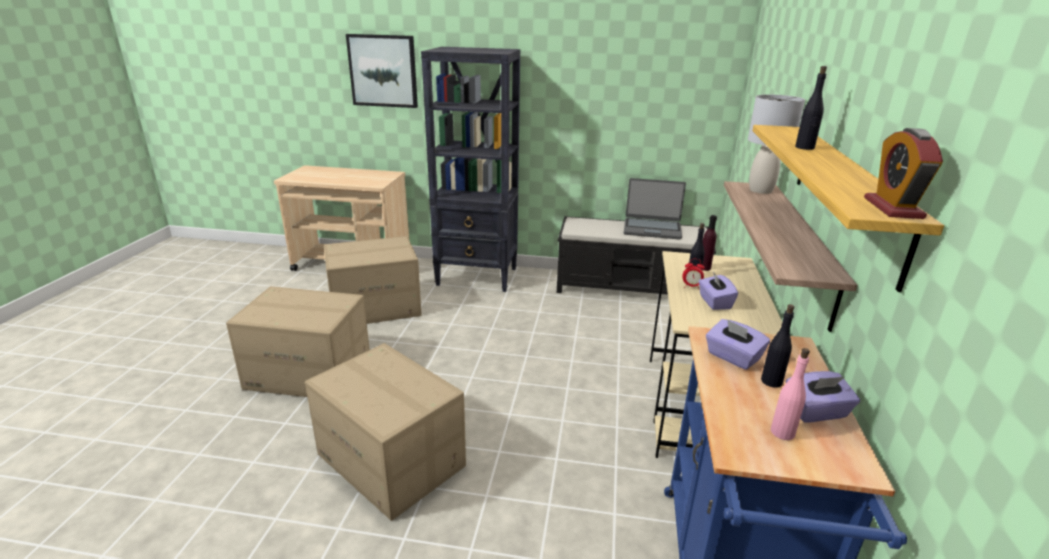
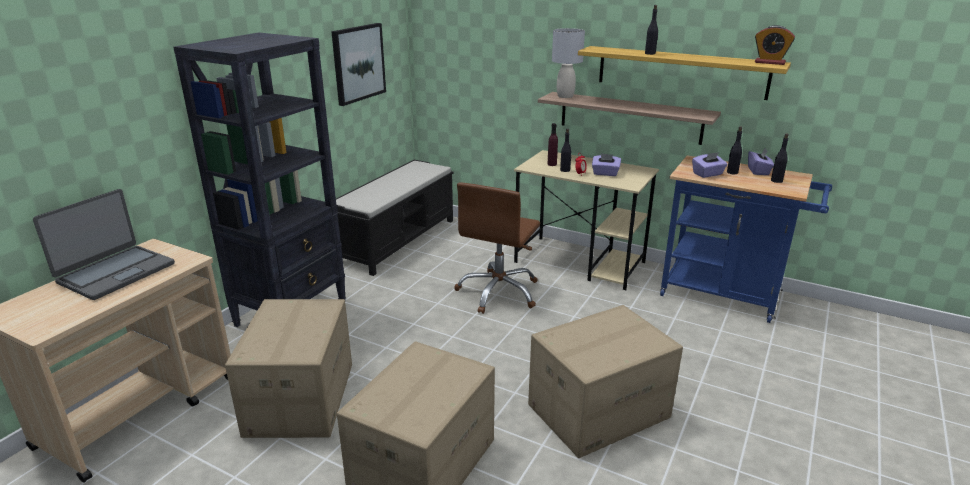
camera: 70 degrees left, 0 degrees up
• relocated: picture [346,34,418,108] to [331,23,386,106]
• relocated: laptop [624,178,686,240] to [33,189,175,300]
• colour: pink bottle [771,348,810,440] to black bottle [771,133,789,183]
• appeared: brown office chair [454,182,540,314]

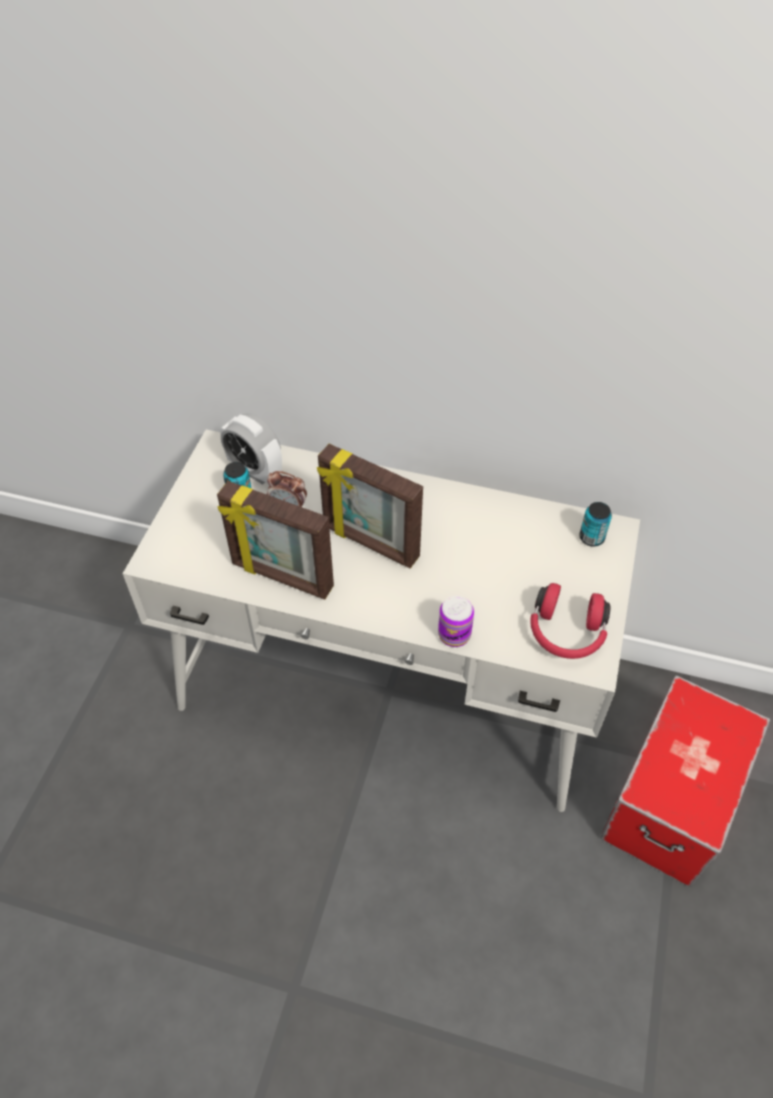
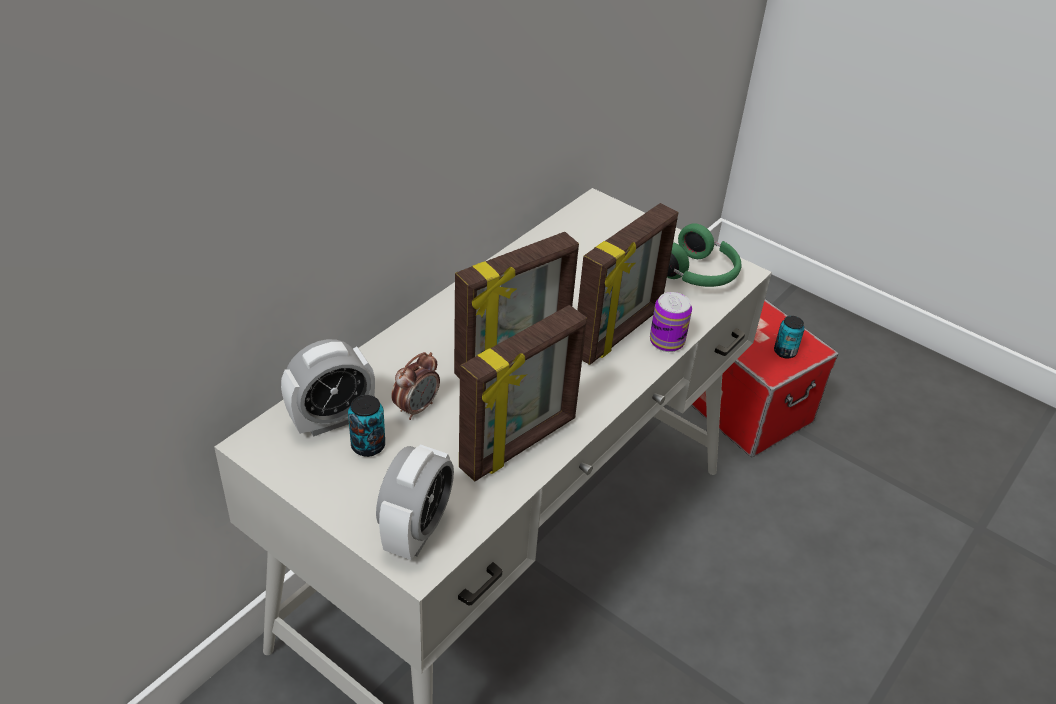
camera: 70 degrees left, 10 degrees down
• colour: red headphones [530,583,610,659] to green headphones [667,223,741,287]
• relocated: can [579,502,612,546] to [774,316,805,359]
• appeared: alarm clock [376,444,454,560]
• appeared: picture frame [577,203,679,365]

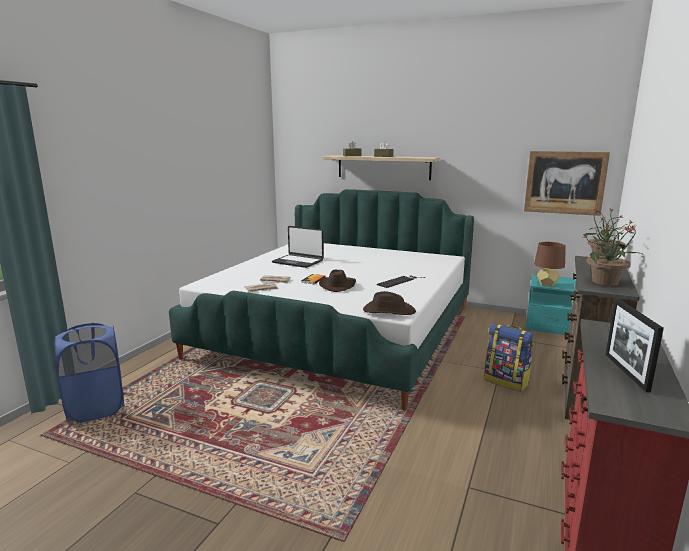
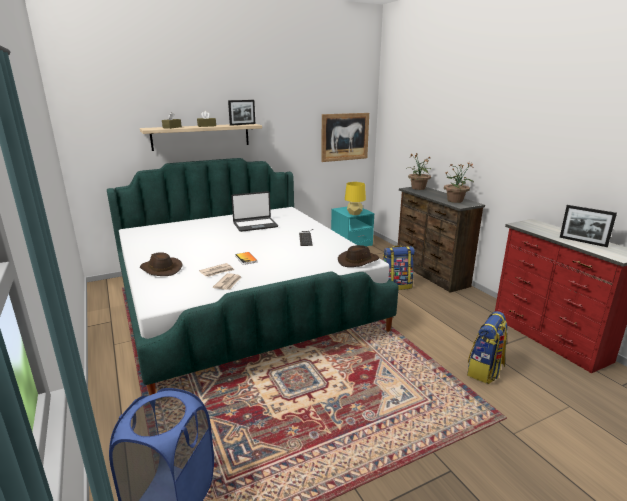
camera: 50 degrees left, 5 degrees up
• relocated: laptop [272,226,324,268] to [231,191,278,232]
• relocated: brown hat [319,270,356,292] to [140,252,183,276]
• colour: brown table lamp [534,242,566,287] to yellow table lamp [345,182,366,215]
• appeared: picture frame [228,100,255,126]
• appeared: backpack [467,311,507,384]

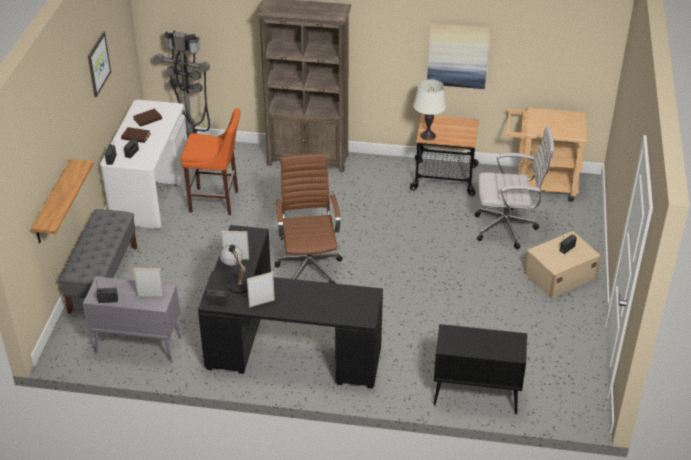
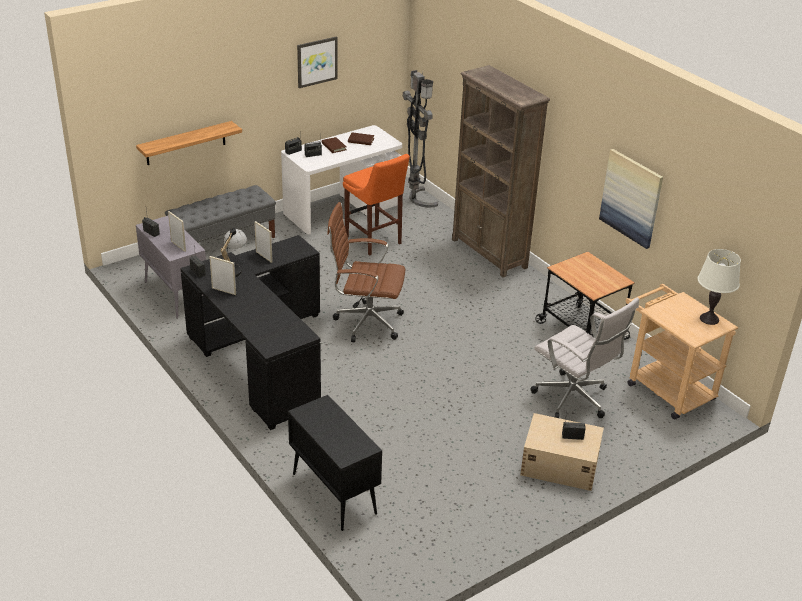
camera: 45 degrees right, 5 degrees down
• spun: brown office chair [274,154,343,284] = [327,202,405,342] 120 degrees counterclockwise
• relocated: white table lamp [414,79,446,140] to [697,249,741,325]

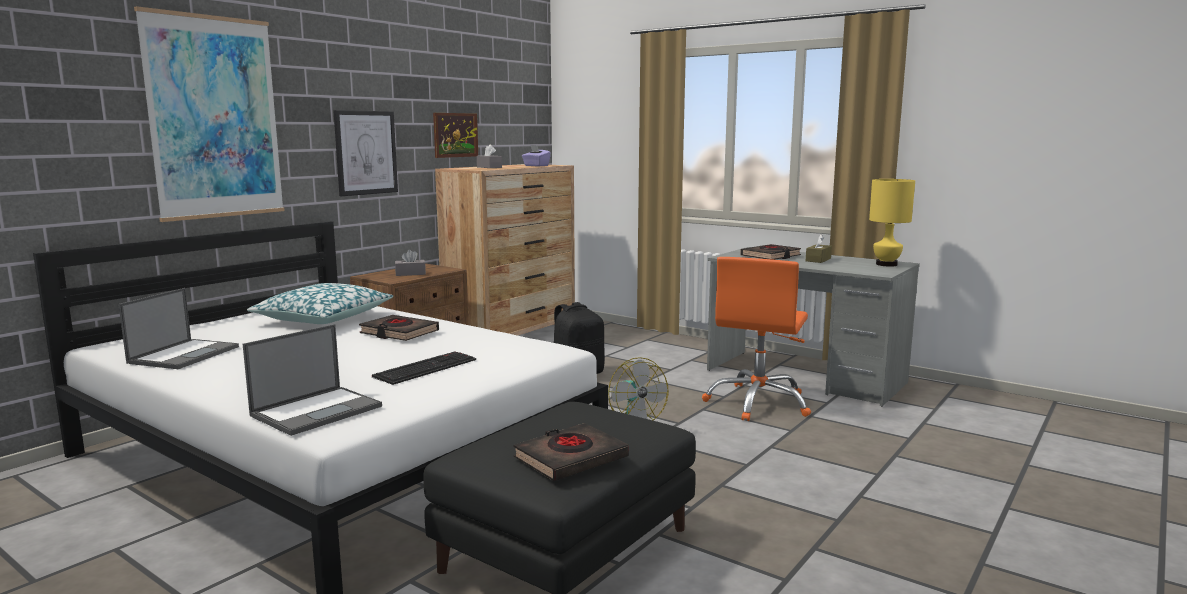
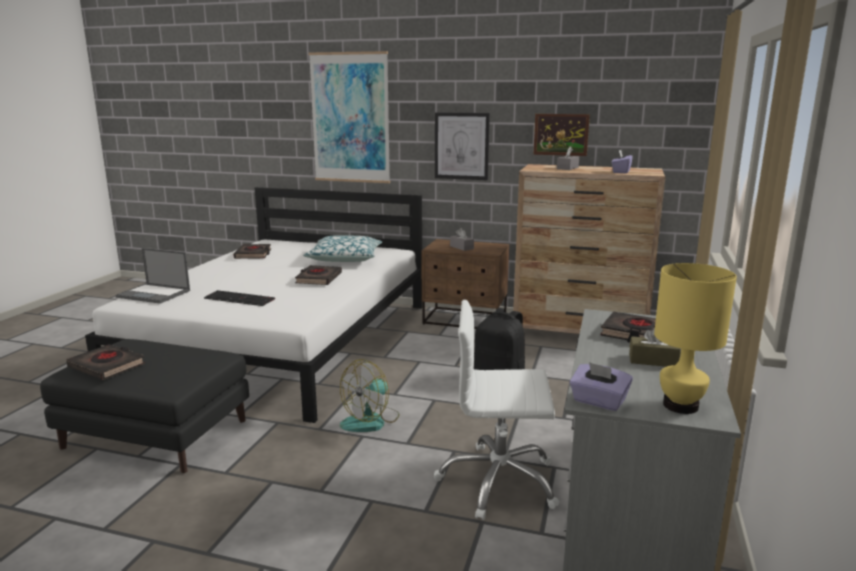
camera: 70 degrees right, 5 degrees up
• exchanged: laptop [118,288,239,369] to black book [233,244,271,259]
• colour: orange office chair [702,257,811,421] to white office chair [434,300,560,520]
• appeared: purple tissue box [570,362,633,411]

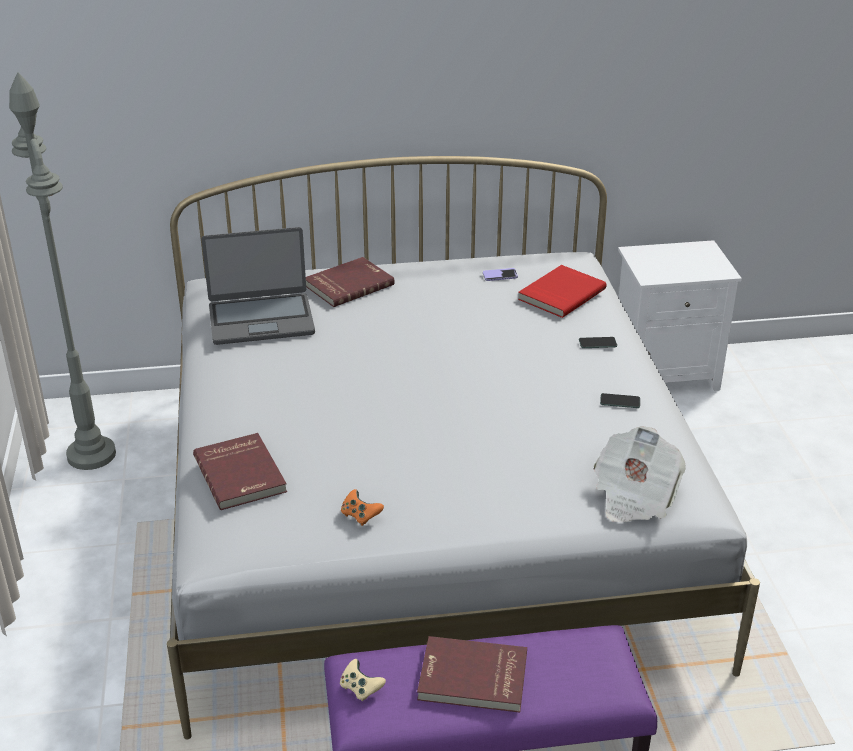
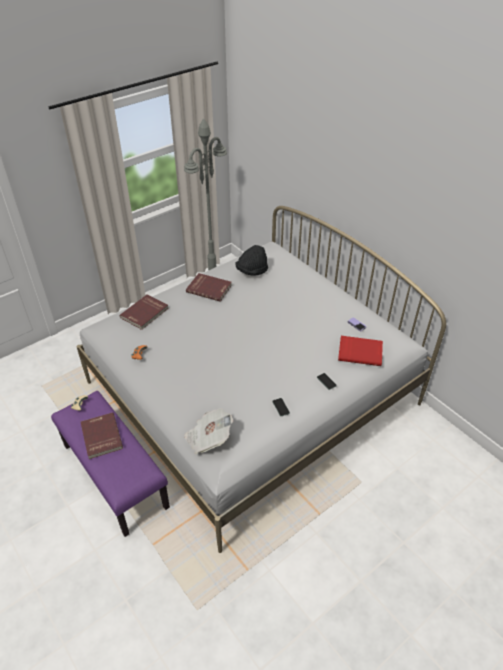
camera: 60 degrees right, 10 degrees up
• exchanged: laptop [201,227,315,345] to black hat [235,245,268,276]
• relocated: red book [306,257,395,307] to [186,273,232,302]
• missing: white nightstand [618,240,742,391]

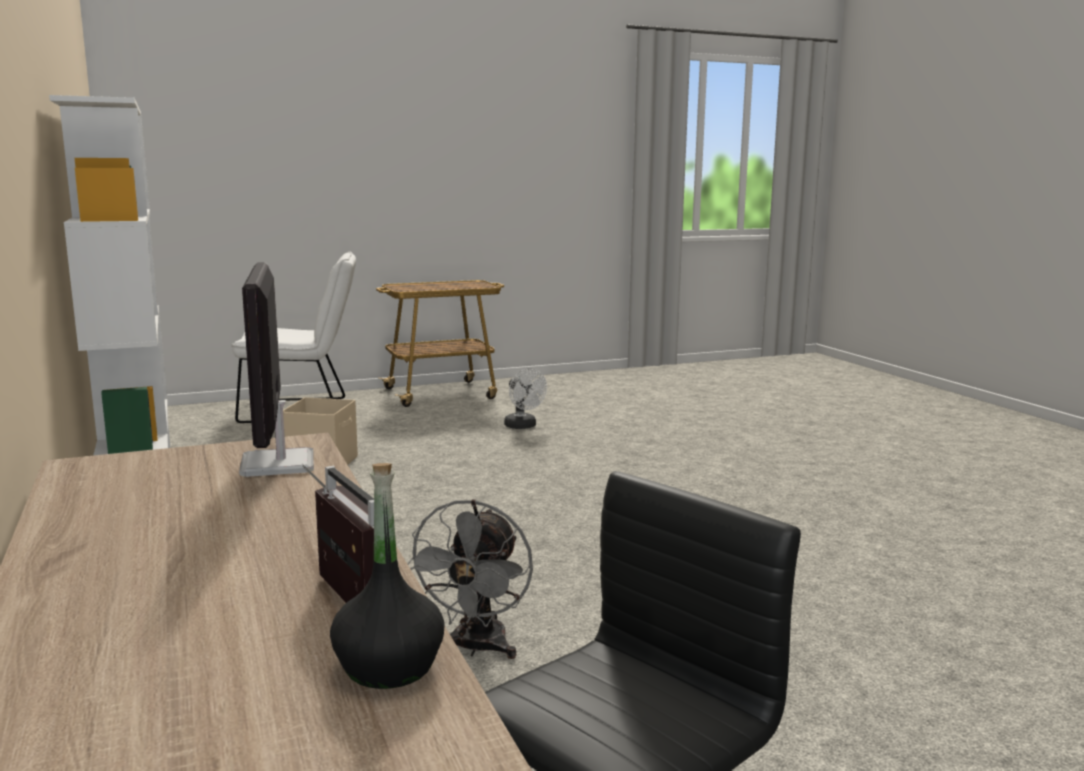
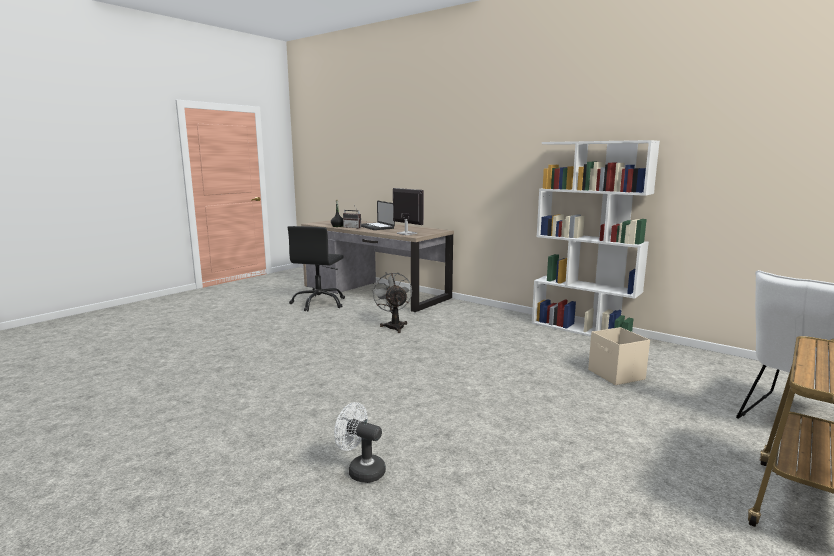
camera: 150 degrees right, 0 degrees up
• relocated: white fan [504,368,547,429] to [334,402,386,483]
• appeared: laptop [361,201,395,230]

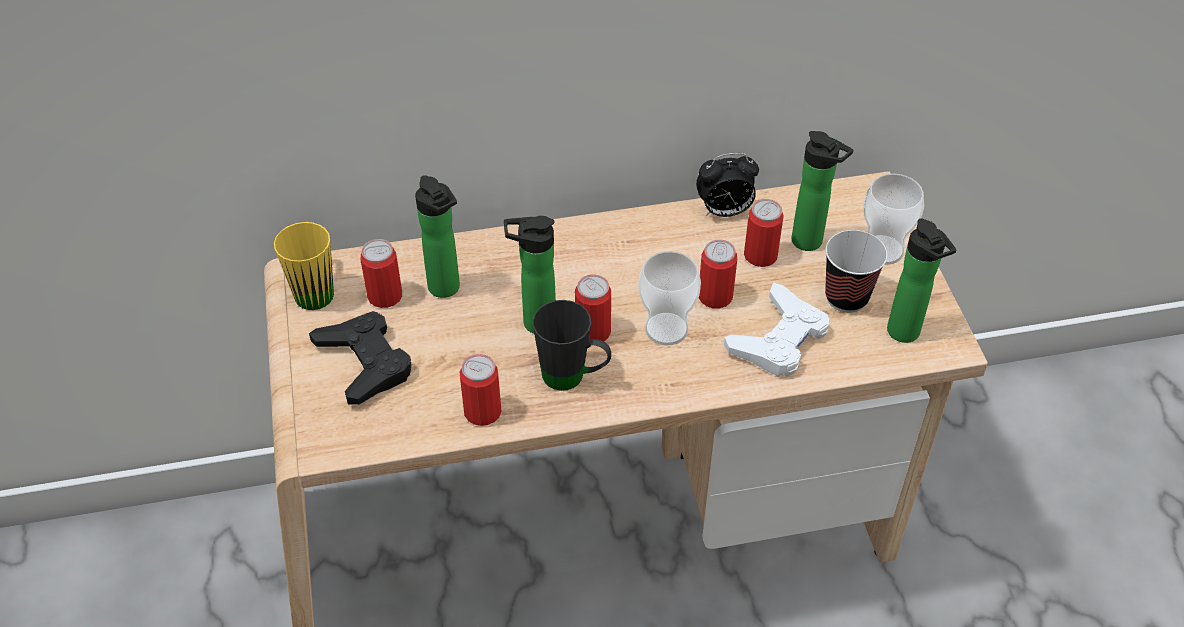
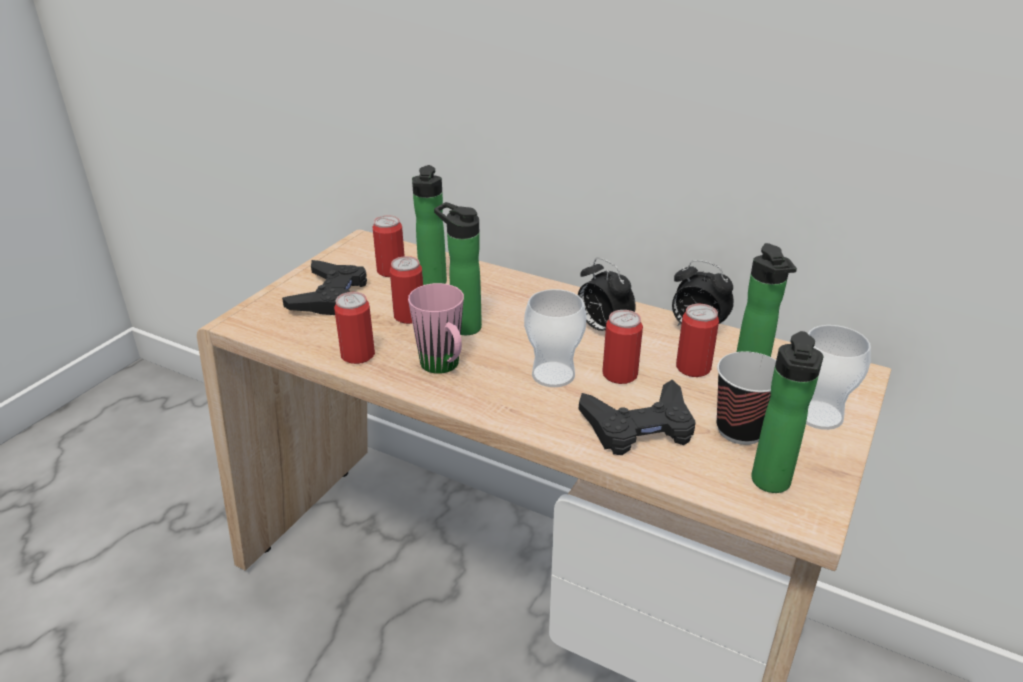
camera: 40 degrees right, 15 degrees down
• missing: yellow mug [274,222,334,310]
• colour: black mug [532,300,611,391] to pink mug [408,283,464,374]
• relocated: can [575,274,611,341] to [390,256,423,324]
• colour: white game controller [724,282,829,377] to black game controller [579,380,695,455]
• appeared: alarm clock [578,258,636,331]

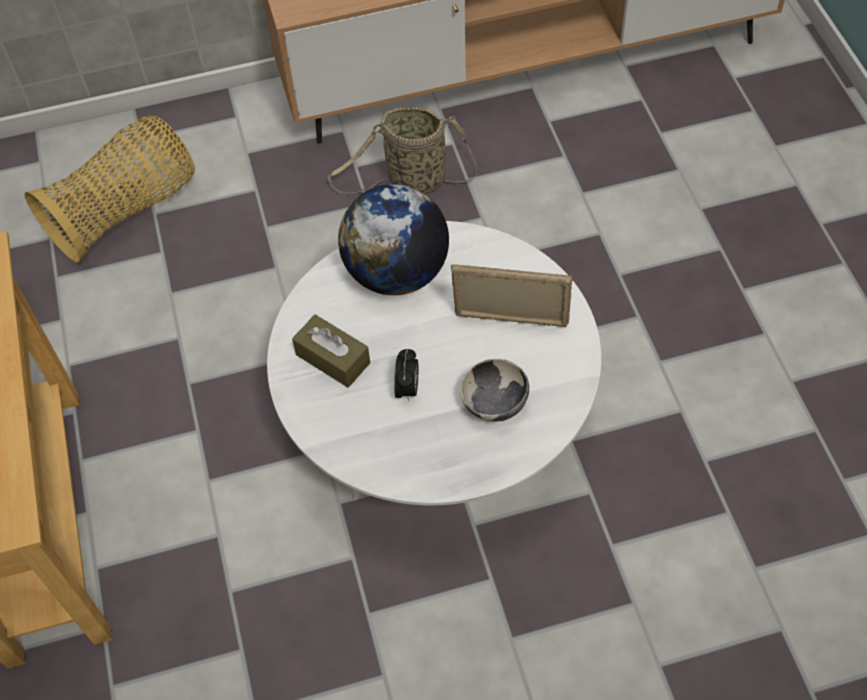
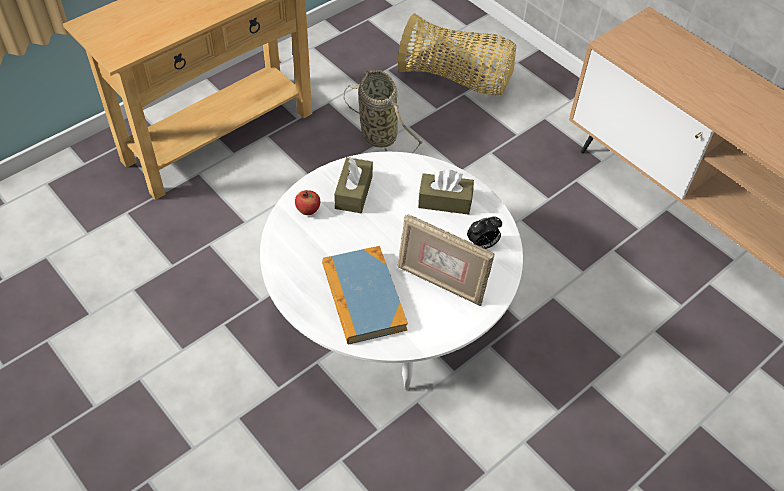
camera: 60 degrees right, 5 degrees down
• relocated: basket [327,107,477,194] to [344,70,423,153]
• exchanged: globe [338,184,449,295] to brown tissue box [418,170,474,215]
• relocated: alarm clock [394,349,418,402] to [467,216,502,249]
• spun: picture frame [451,264,573,327] = [397,214,494,306] 135 degrees clockwise
• exchanged: bowl [460,359,529,422] to book [322,246,408,345]
• appeared: apple [295,190,320,215]

